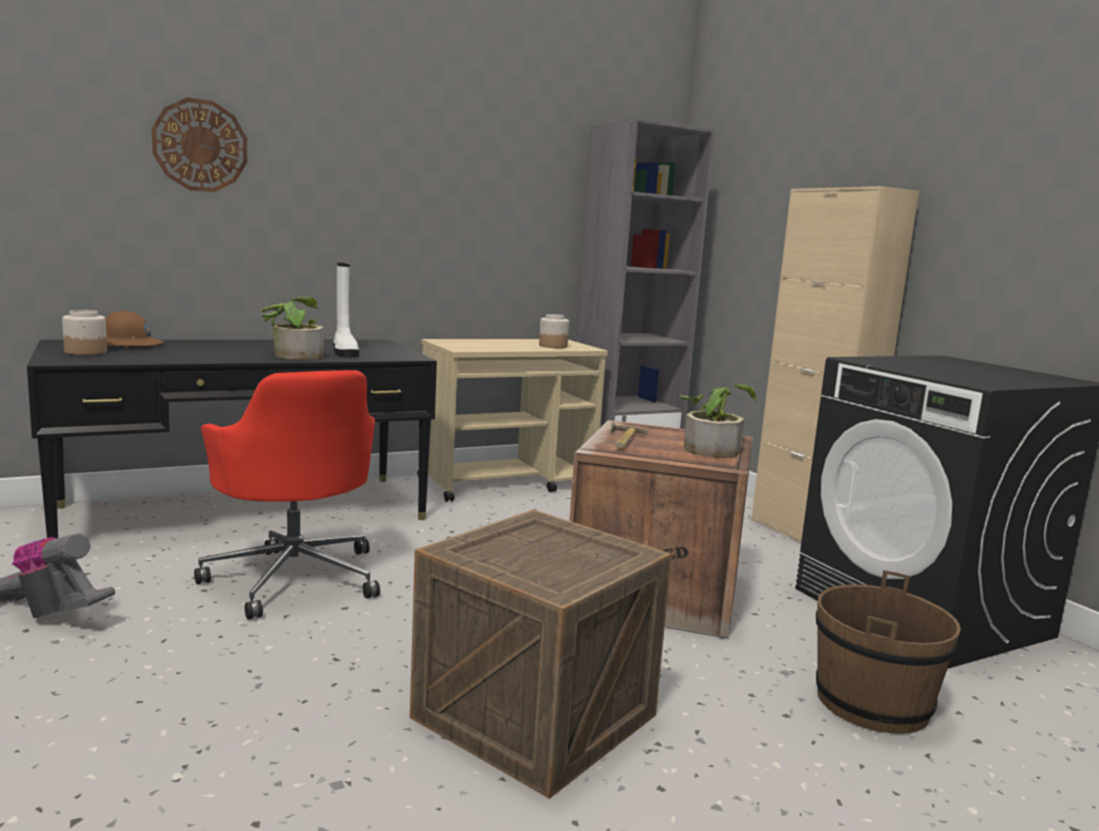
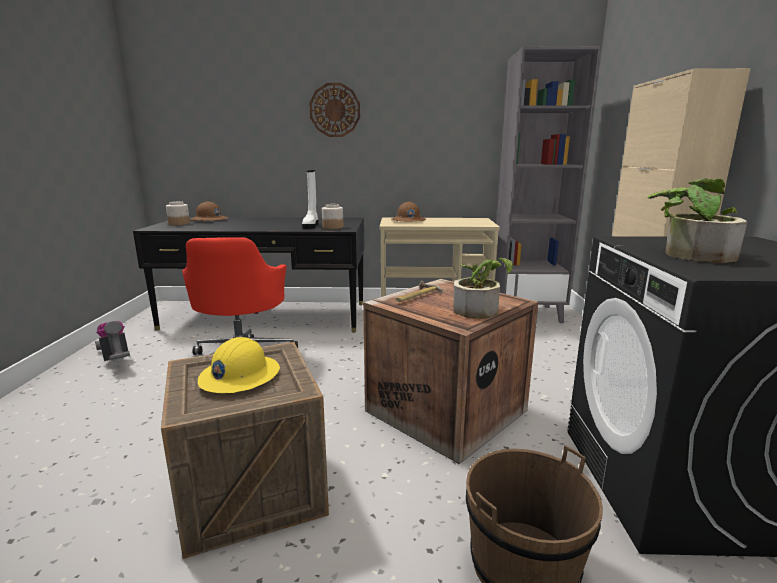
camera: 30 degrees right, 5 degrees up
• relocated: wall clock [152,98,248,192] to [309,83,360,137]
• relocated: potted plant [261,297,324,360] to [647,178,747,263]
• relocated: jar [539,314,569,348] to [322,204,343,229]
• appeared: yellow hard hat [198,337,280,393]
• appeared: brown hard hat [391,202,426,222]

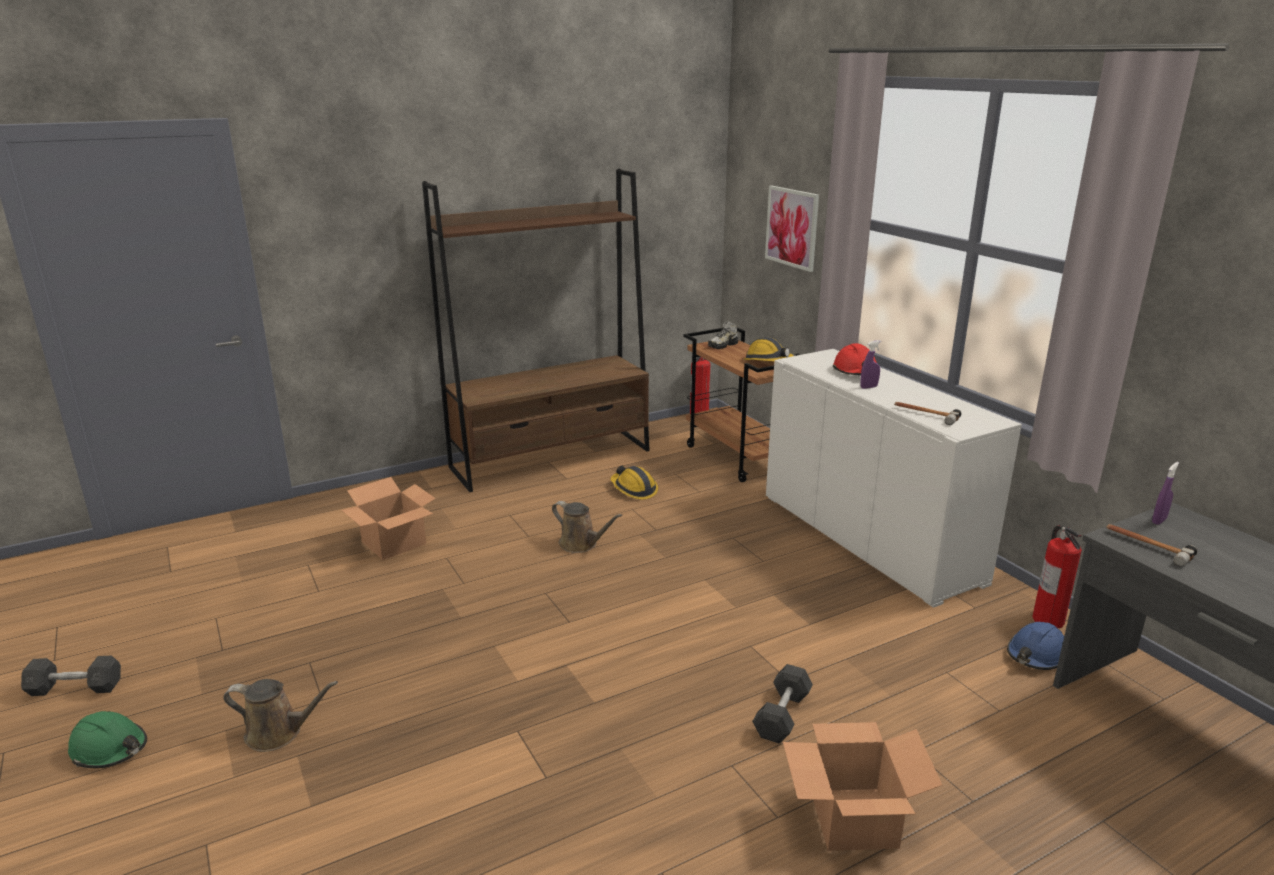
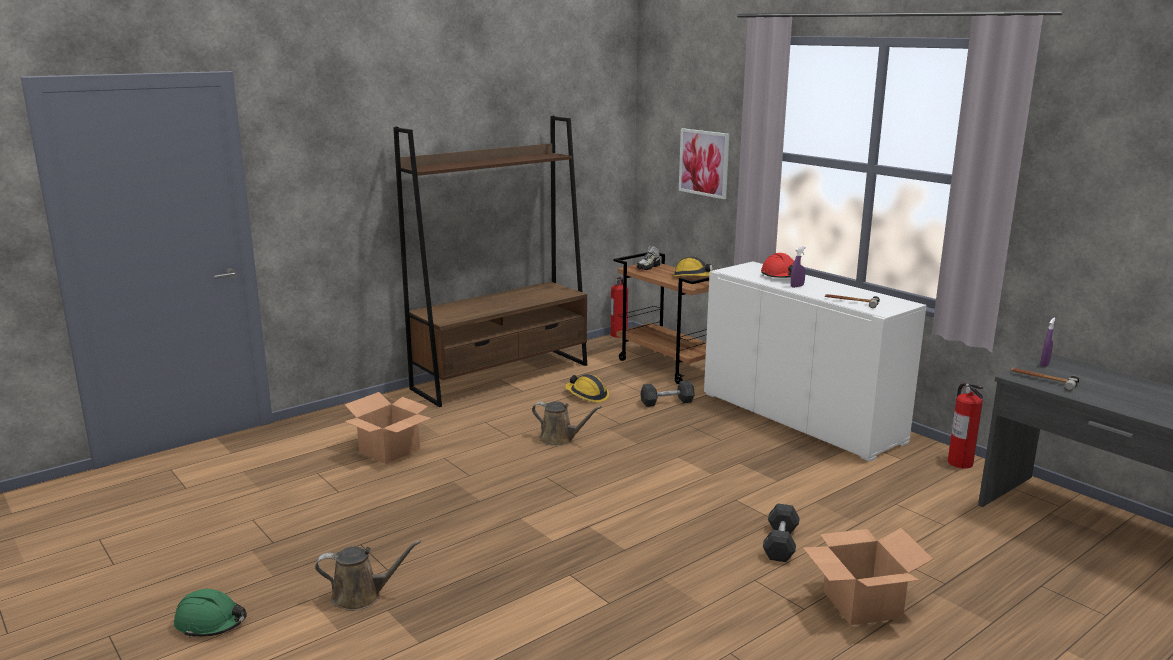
camera: 10 degrees left, 5 degrees down
• relocated: grey dumbbell [21,656,121,696] to [640,380,695,407]
• missing: blue hard hat [1007,622,1064,670]

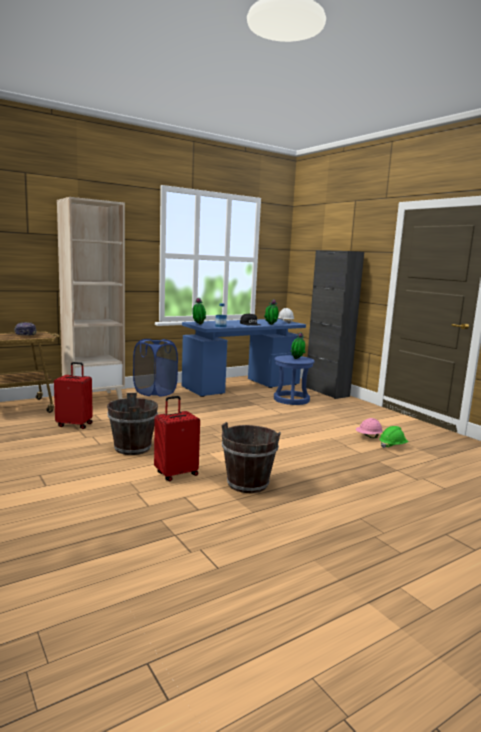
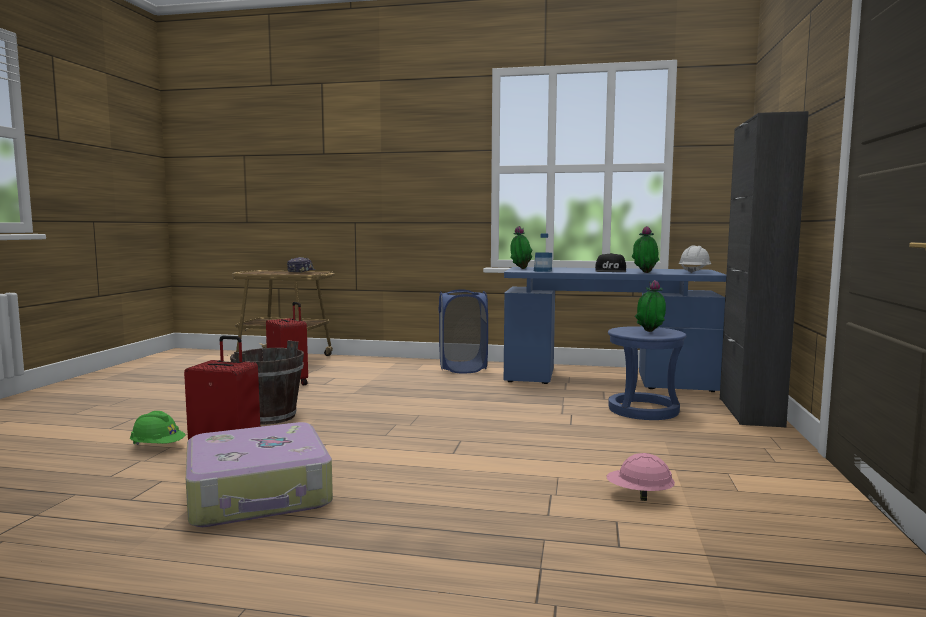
camera: 45 degrees right, 5 degrees down
• missing: beige bookcase [57,197,125,399]
• exchanged: brown bucket [222,422,281,493] to suitcase [186,422,333,527]
• relocated: green hard hat [379,426,409,448] to [130,411,185,445]

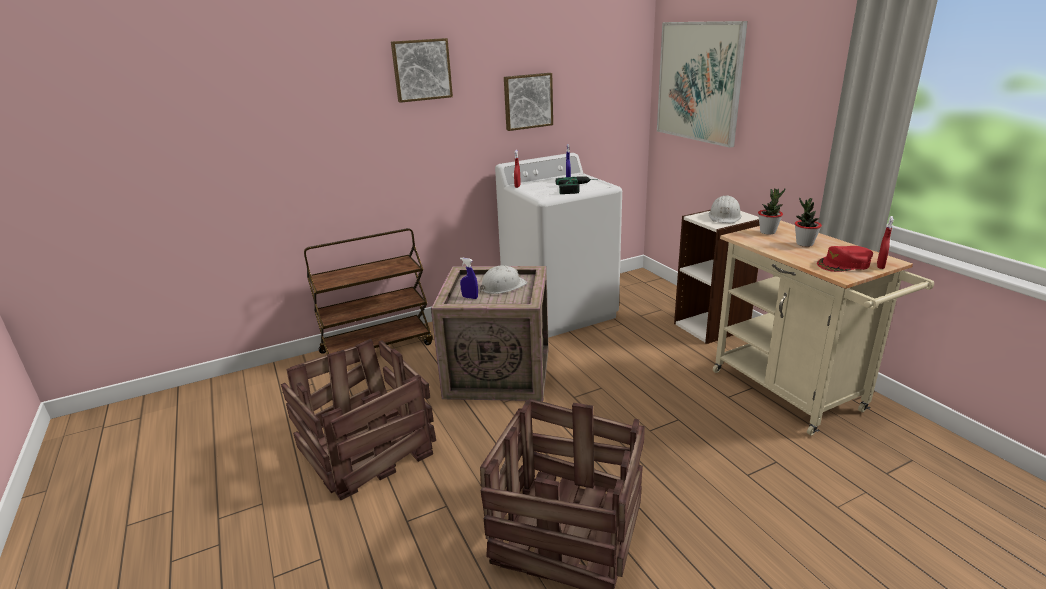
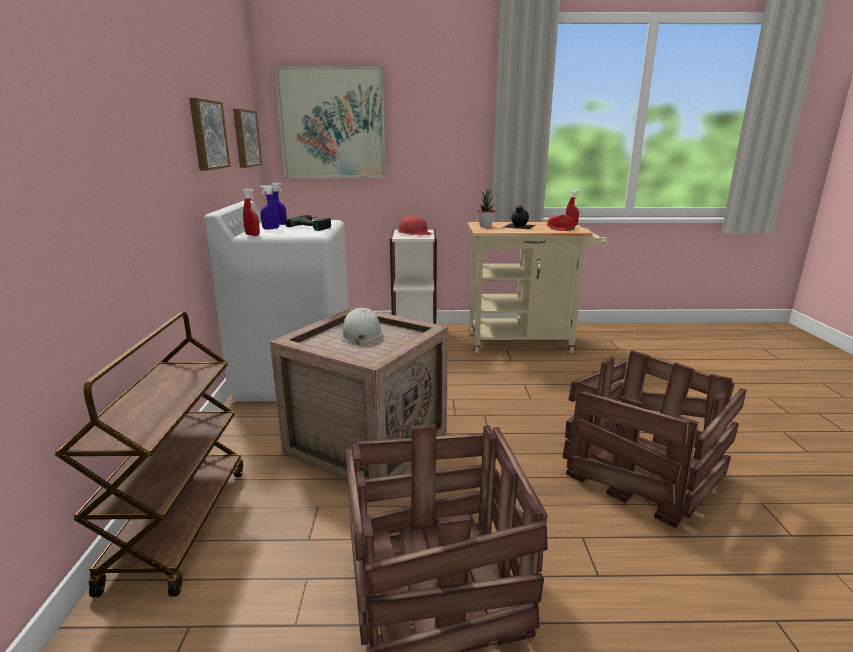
camera: 65 degrees left, 5 degrees down
• relocated: picture [391,38,453,103] to [233,109,262,168]
• relocated: blue spray bottle [460,258,478,299] to [260,185,279,230]
• colour: white hard hat [709,195,741,223] to red hard hat [398,215,433,236]
• exchanged: potted plant [795,198,822,247] to black bottle [504,205,536,229]

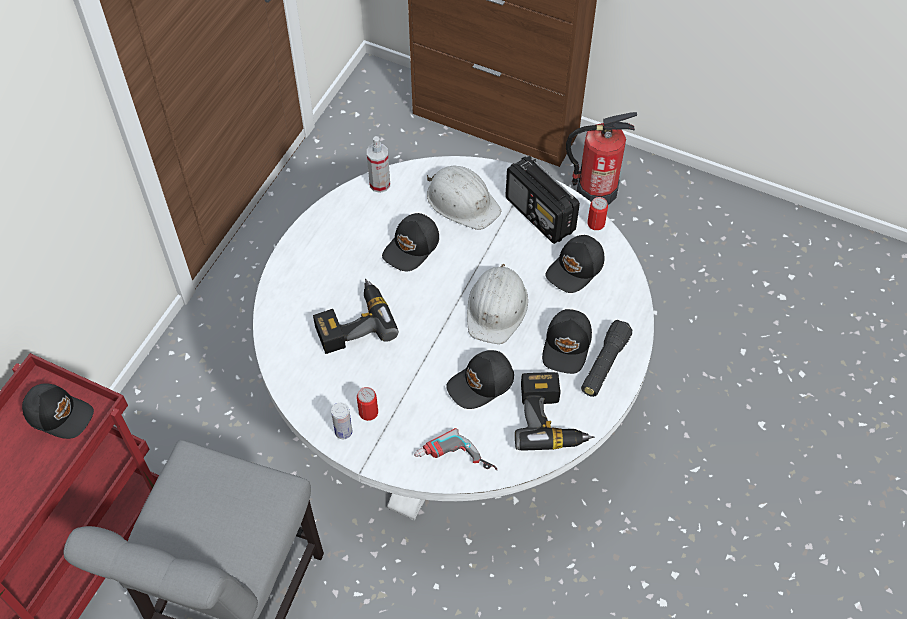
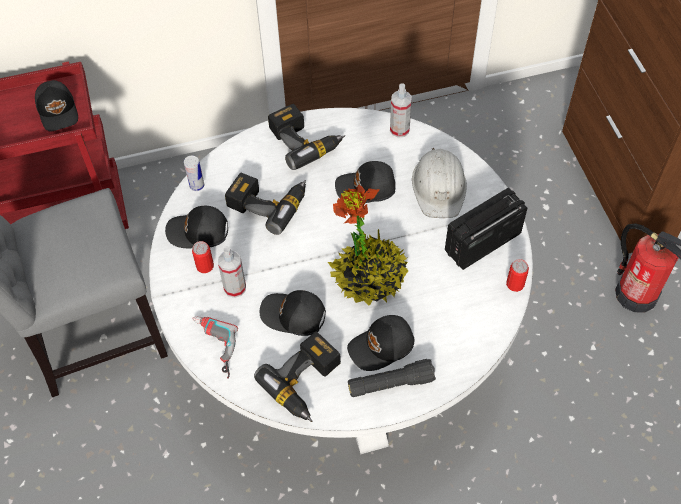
camera: 50 degrees right, 0 degrees up
• relocated: can [331,403,353,439] to [184,155,204,191]
• exchanged: white hard hat [467,264,528,344] to potted plant [328,185,408,306]
• spun: radio [505,156,580,244] = [445,188,527,270] 45 degrees clockwise
• relocated: black cap [545,235,605,293] to [165,206,228,248]
• appeared: spray bottle [218,246,246,298]
• appeared: power drill [268,104,345,170]

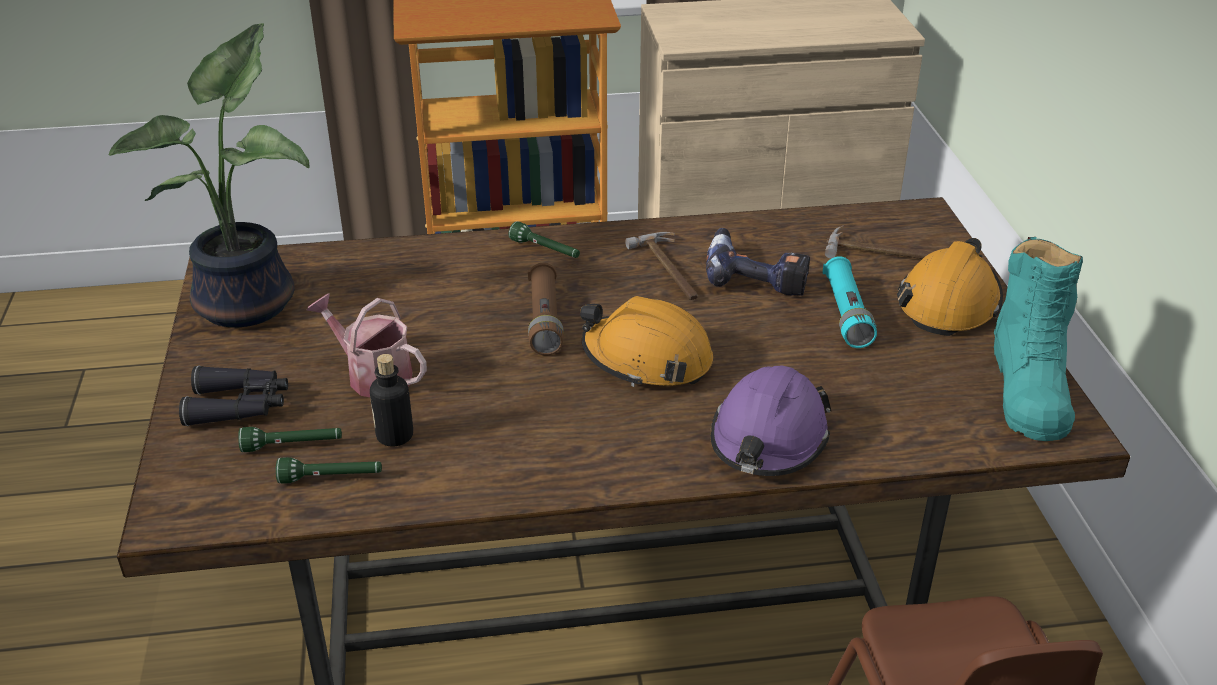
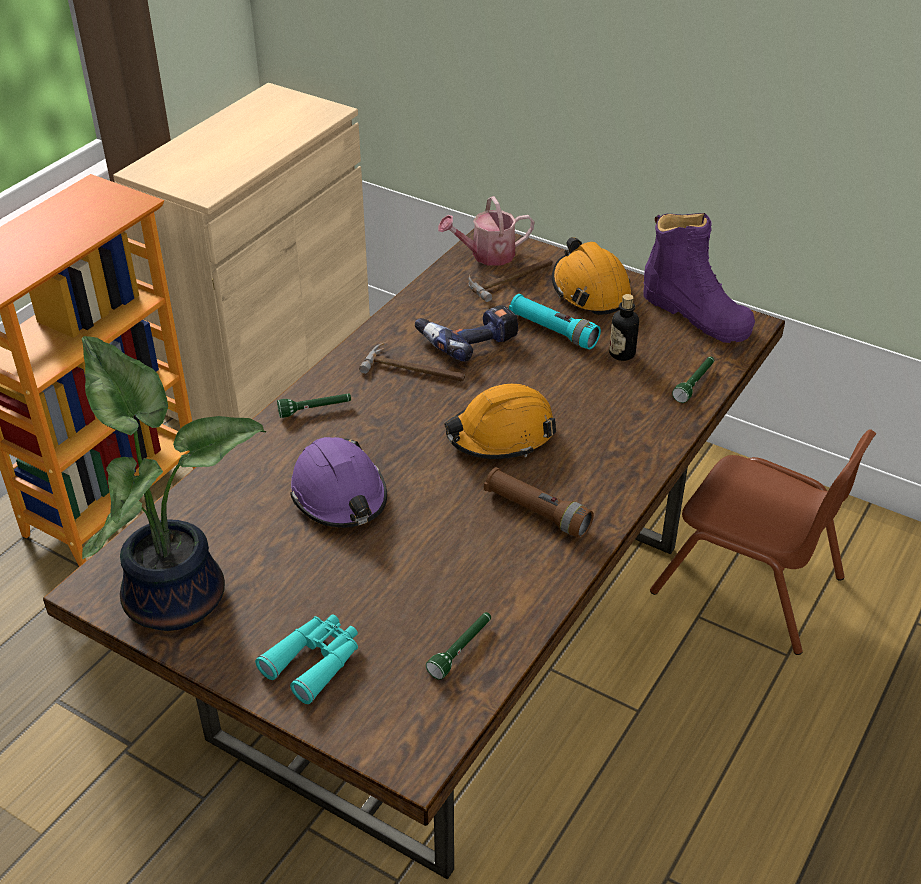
camera: 50 degrees left, 5 degrees up
• colour: black binoculars [179,366,288,426] to turquoise binoculars [255,614,358,704]
• relocated: green flashlight [238,427,342,452] to [672,356,714,403]
• relocated: watering can [307,293,427,397] to [438,196,534,266]
• relocated: bottle [370,354,413,447] to [609,294,639,361]
• relocated: brown flashlight [528,263,564,356] to [484,467,594,538]
• relocated: purple hard hat [710,366,832,476] to [290,437,387,528]
• colour: turquoise boot [994,237,1083,441] to purple boot [643,213,755,343]

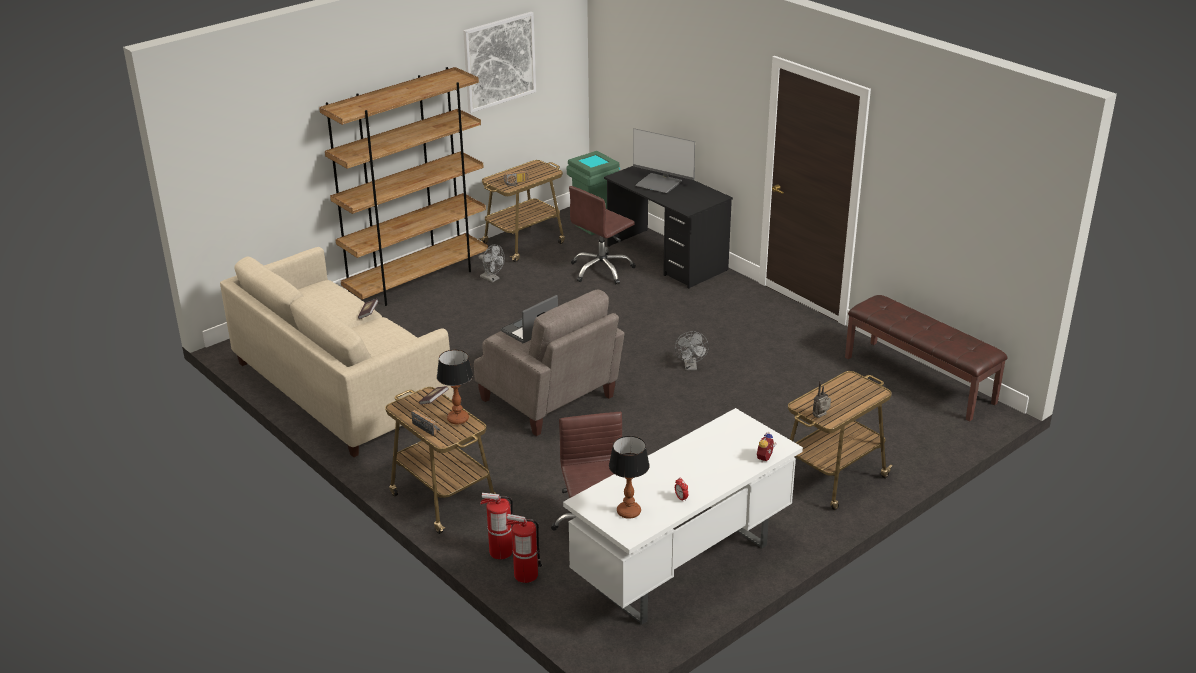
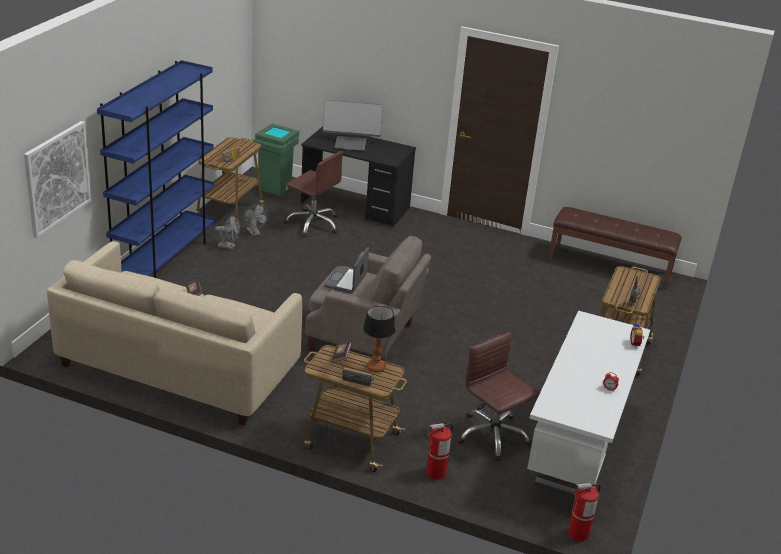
camera: 30 degrees left, 0 degrees up
• colour: brown bookcase [319,67,488,306] to blue bookcase [97,60,215,278]
• relocated: picture [463,12,536,113] to [24,121,91,238]
• relocated: fire extinguisher [505,514,542,583] to [568,483,600,541]
• spun: brown office chair [569,186,636,285] = [284,151,343,237] 75 degrees counterclockwise
• missing: table lamp [609,436,650,519]
• relocated: grey fan [675,331,709,370] to [244,204,268,236]

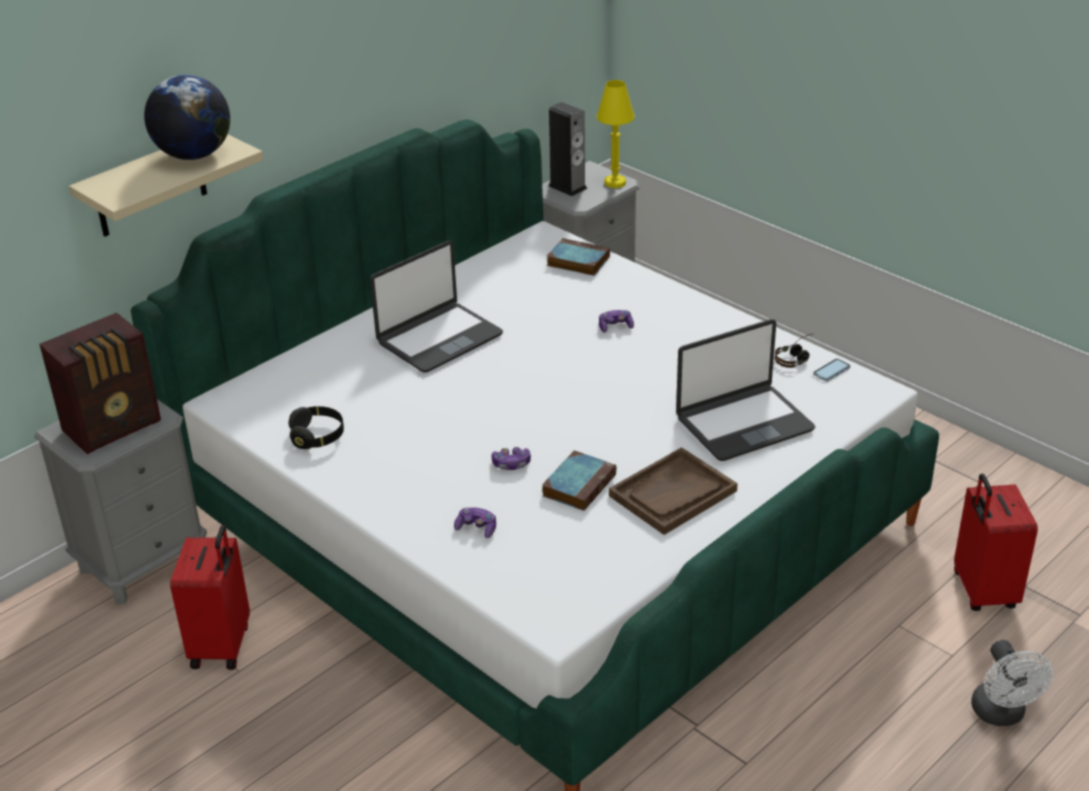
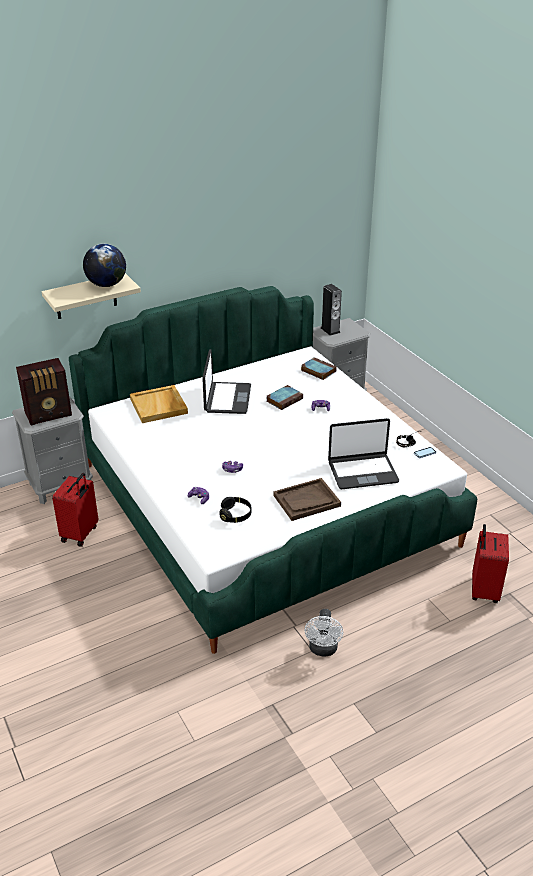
camera: 15 degrees right, 0 degrees up
• relocated: black headphones [288,406,344,449] to [219,497,252,523]
• spun: laptop [370,241,503,373] = [202,349,251,414] 60 degrees counterclockwise
• relocated: book [542,450,616,511] to [266,385,303,410]
• missing: yellow table lamp [596,80,635,188]
• relocated: white fan [971,640,1053,726] to [305,609,343,656]
• appeared: beige tray [130,385,188,423]

